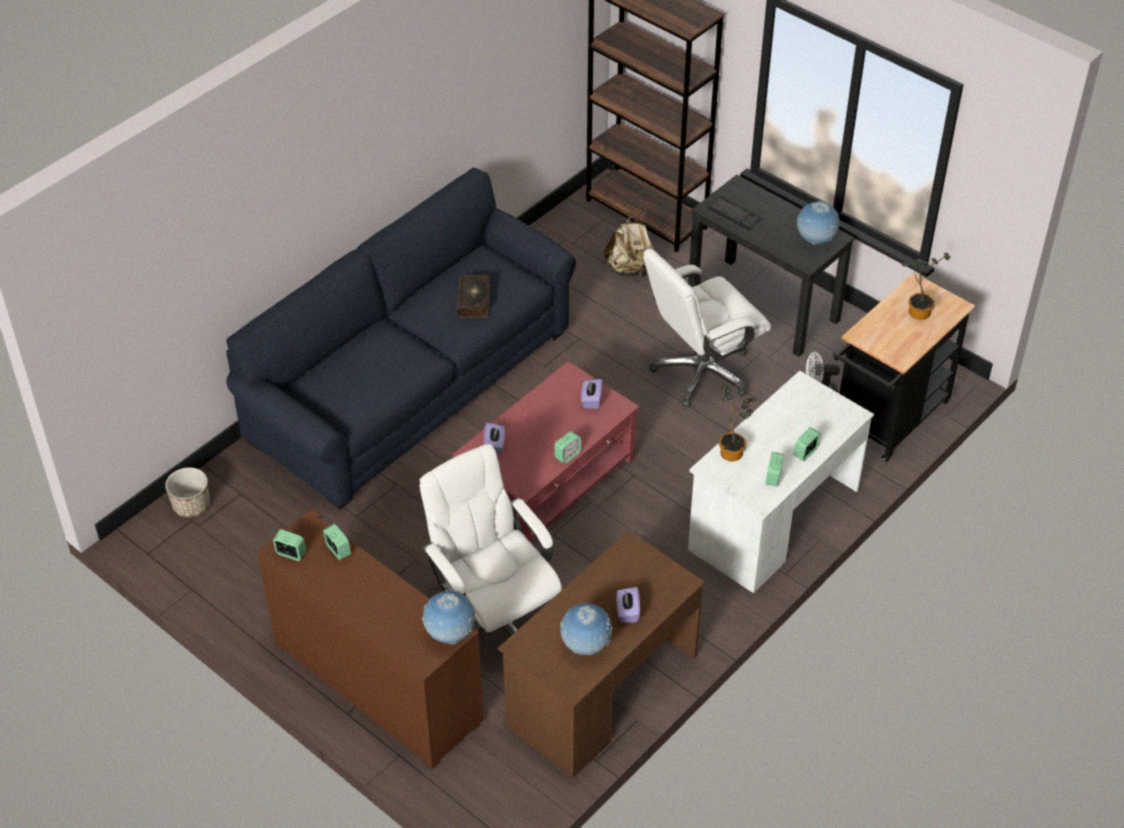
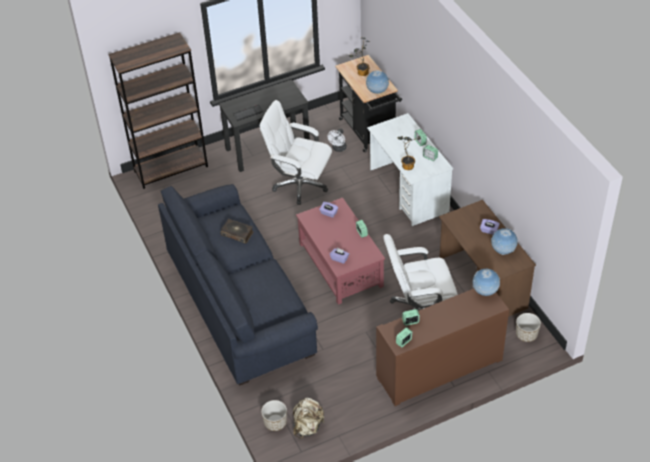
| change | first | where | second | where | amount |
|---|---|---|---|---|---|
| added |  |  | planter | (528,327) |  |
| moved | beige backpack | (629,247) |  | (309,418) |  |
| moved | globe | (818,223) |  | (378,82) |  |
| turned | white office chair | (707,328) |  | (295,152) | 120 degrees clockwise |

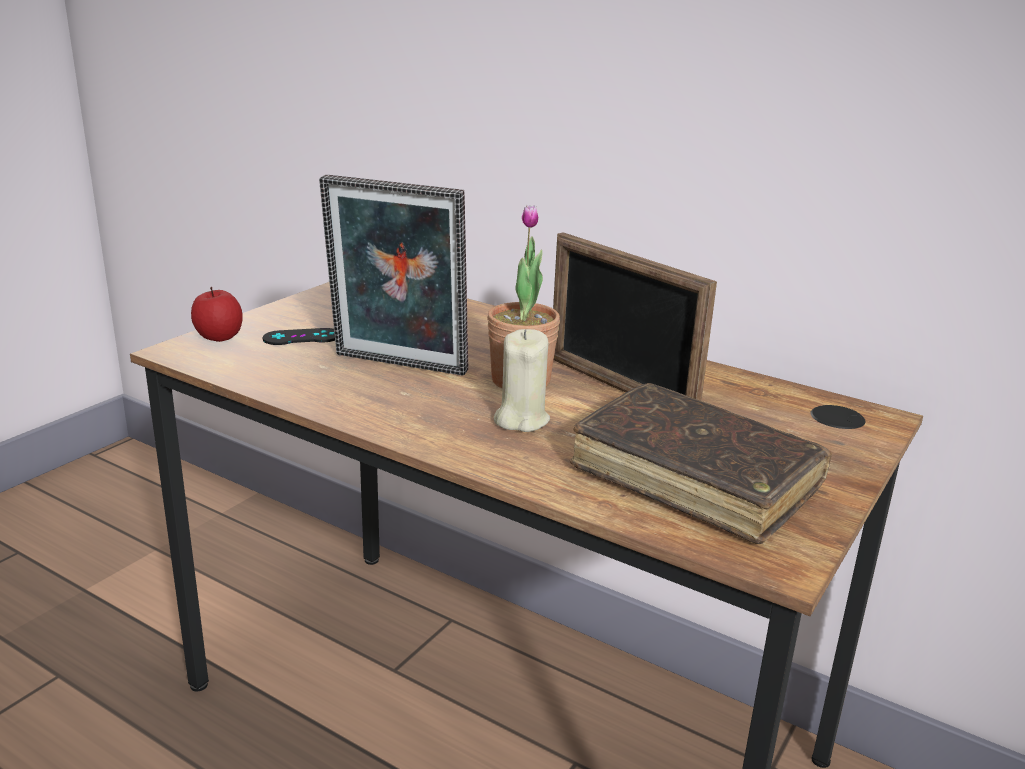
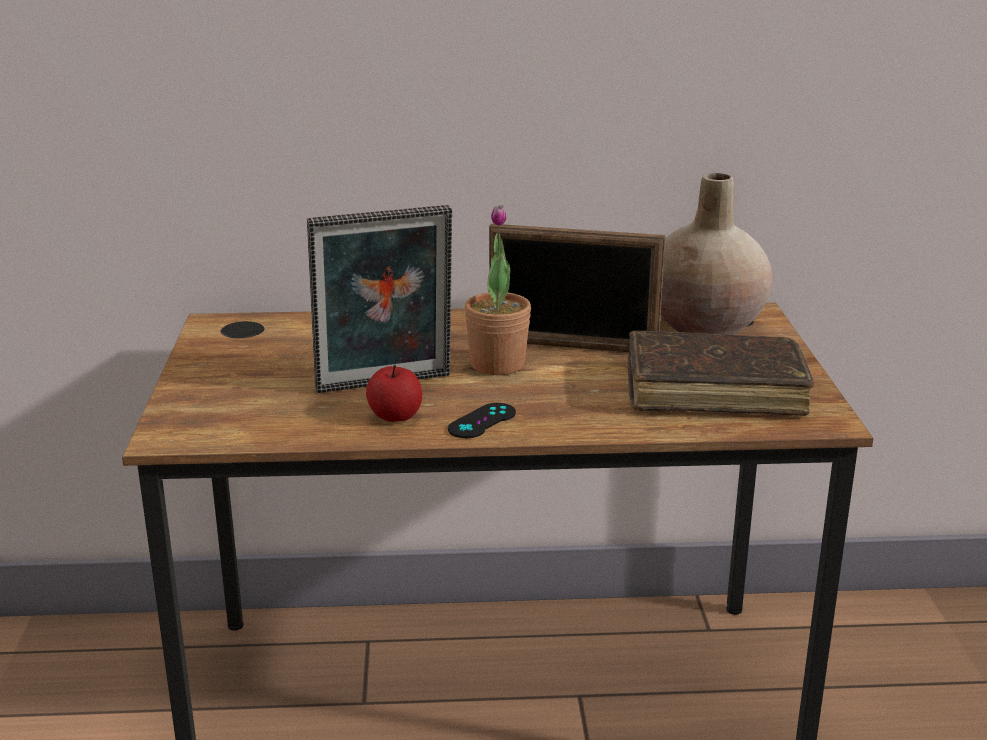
| change | first | where | second | where | amount |
|---|---|---|---|---|---|
| removed | beige candle | (522,380) |  |  |  |
| added |  |  | beige vase | (716,254) |  |
| moved | apple | (217,314) |  | (394,393) |  |
| moved | black game controller | (299,336) |  | (482,420) |  |

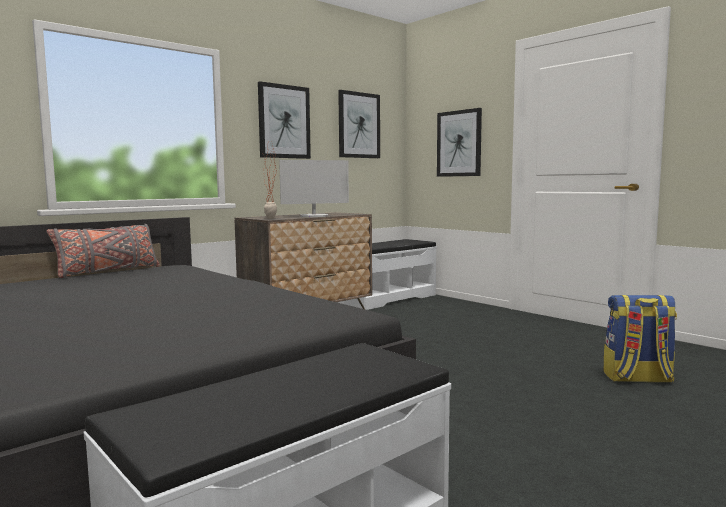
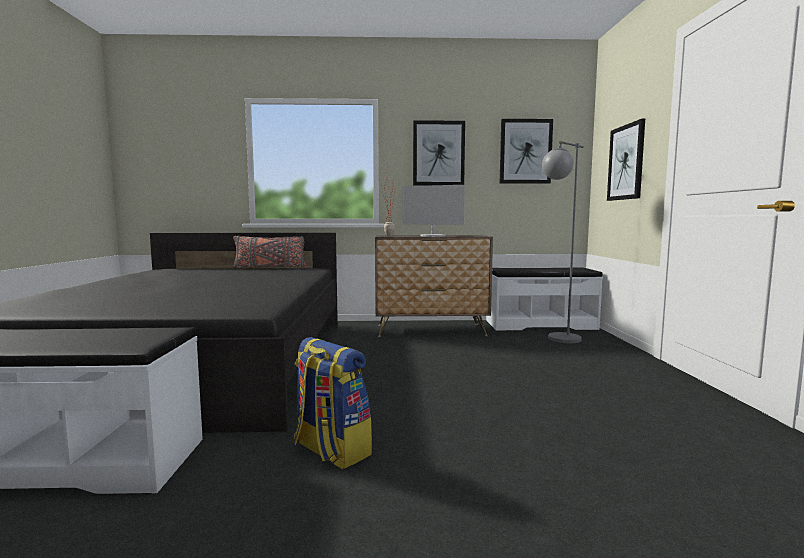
| change | first | where | second | where | amount |
|---|---|---|---|---|---|
| added |  |  | grey floor lamp | (563,242) |  |
| moved | backpack | (640,338) |  | (333,403) |  |

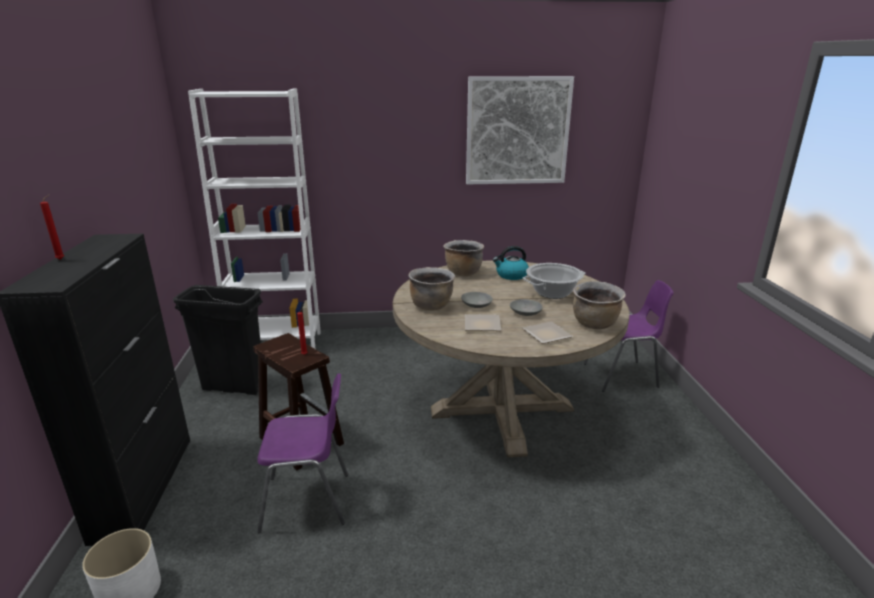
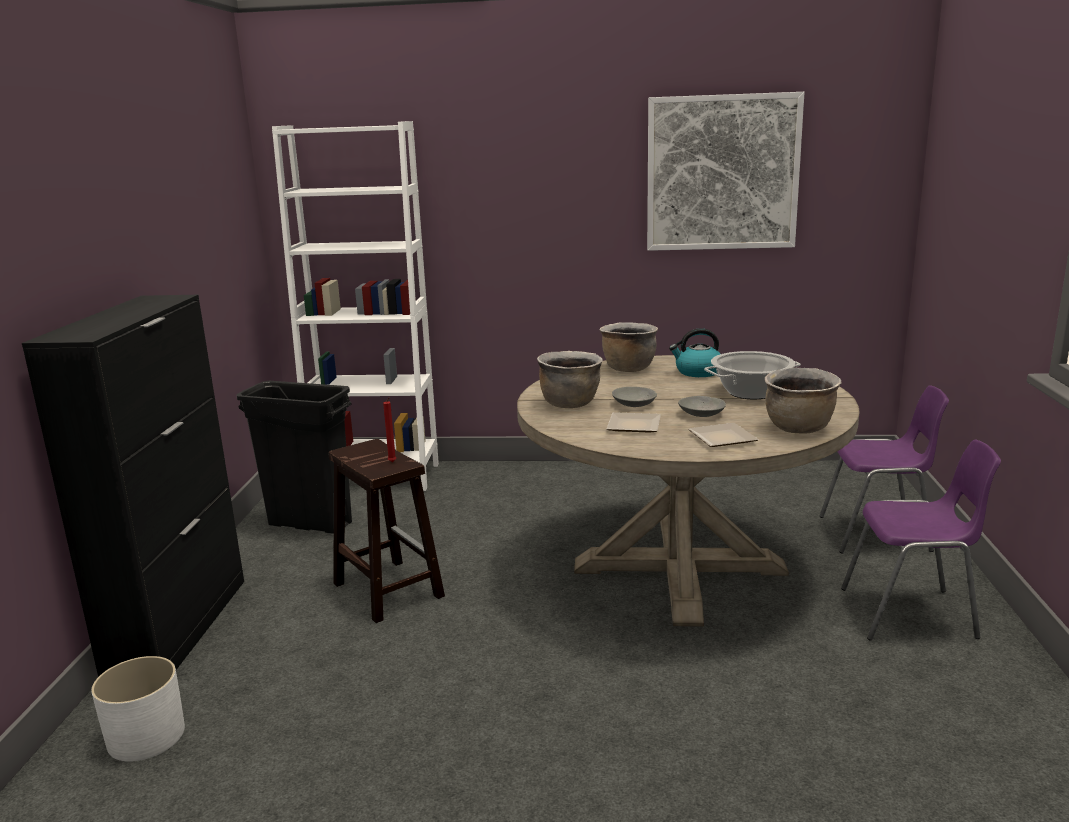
| change | first | where | second | where | amount |
|---|---|---|---|---|---|
| removed | red candle | (52,227) |  |  |  |
| moved | purple chair | (302,453) |  | (921,540) |  |

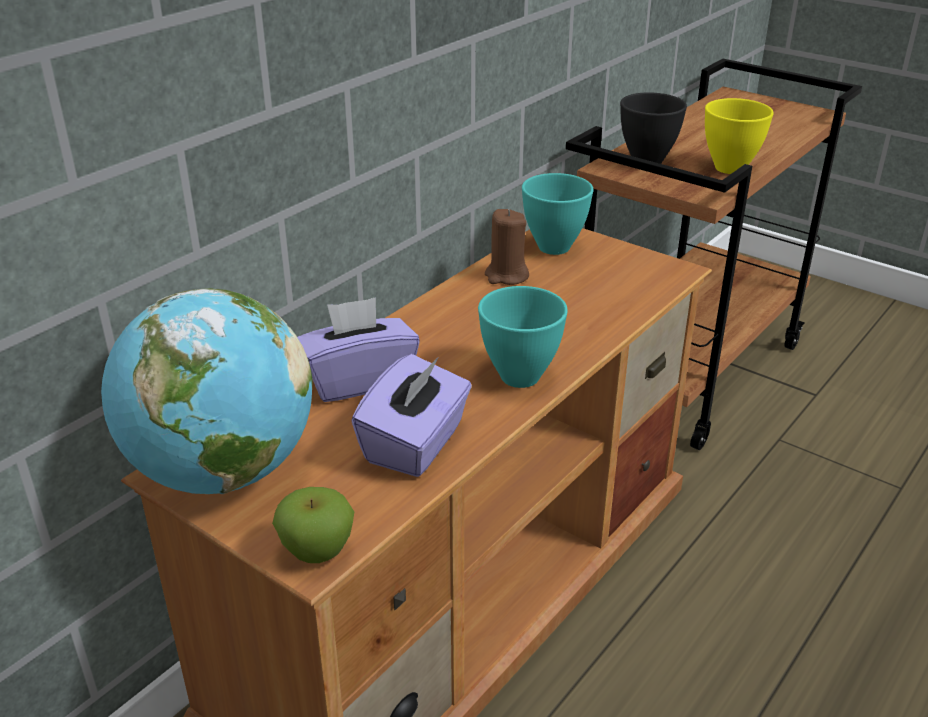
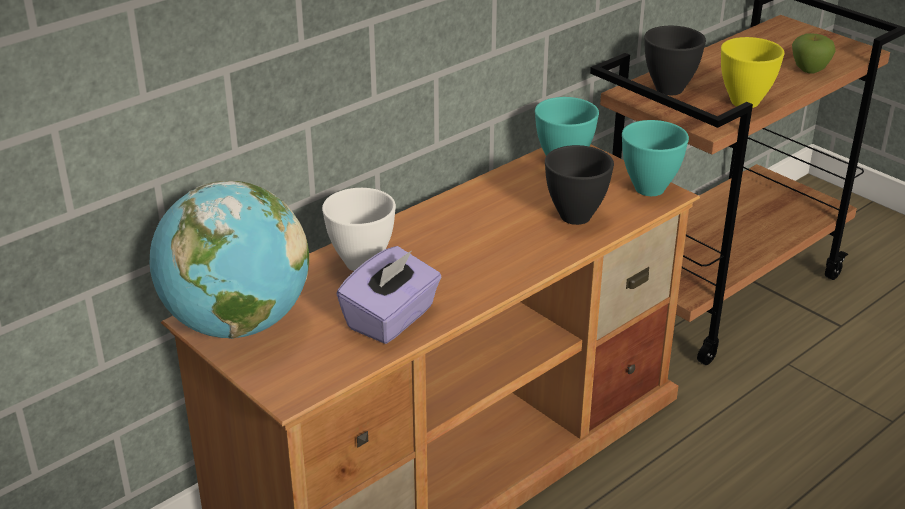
| change | first | where | second | where | amount |
|---|---|---|---|---|---|
| removed | brown candle | (507,247) |  |  |  |
| added |  |  | black bowl | (579,185) |  |
| moved | apple | (313,525) |  | (814,53) |  |
| moved | turquoise bowl | (523,337) |  | (655,158) |  |
| replaced | purple tissue box | (358,349) | white bowl | (359,229) |  |

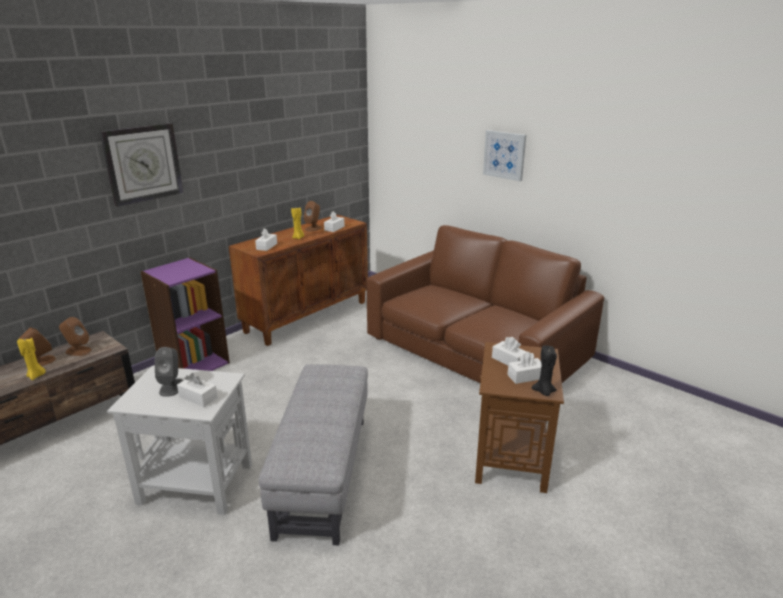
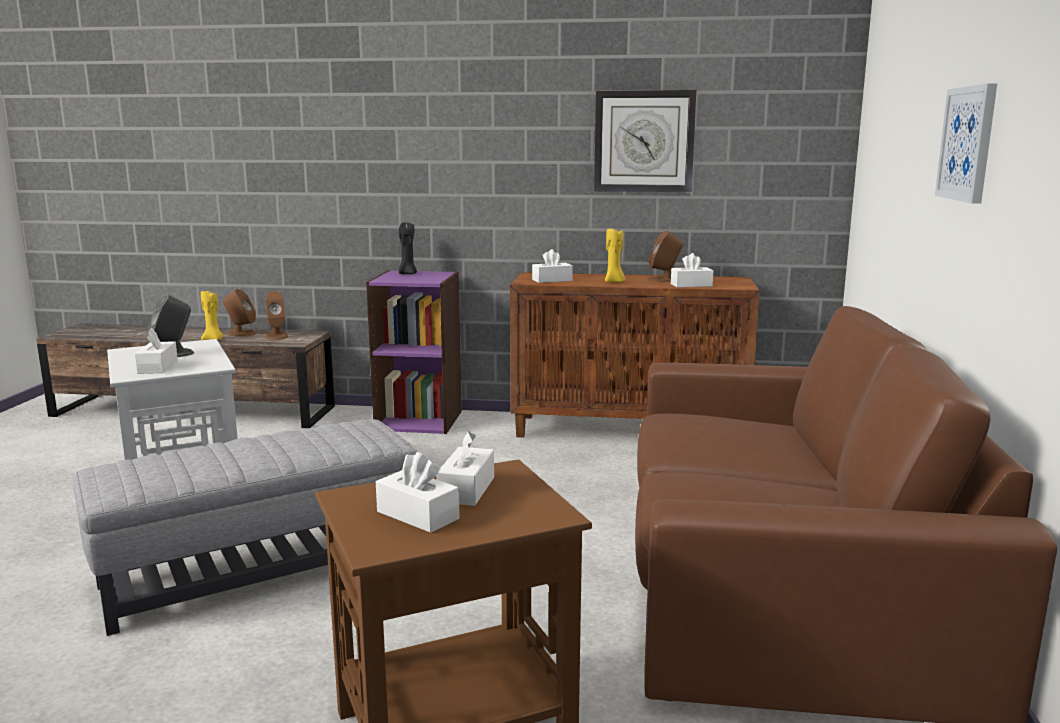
| change | first | where | second | where | amount |
|---|---|---|---|---|---|
| moved | wall clock | (141,165) |  | (645,141) |  |
| moved | black candle | (544,370) |  | (408,248) |  |

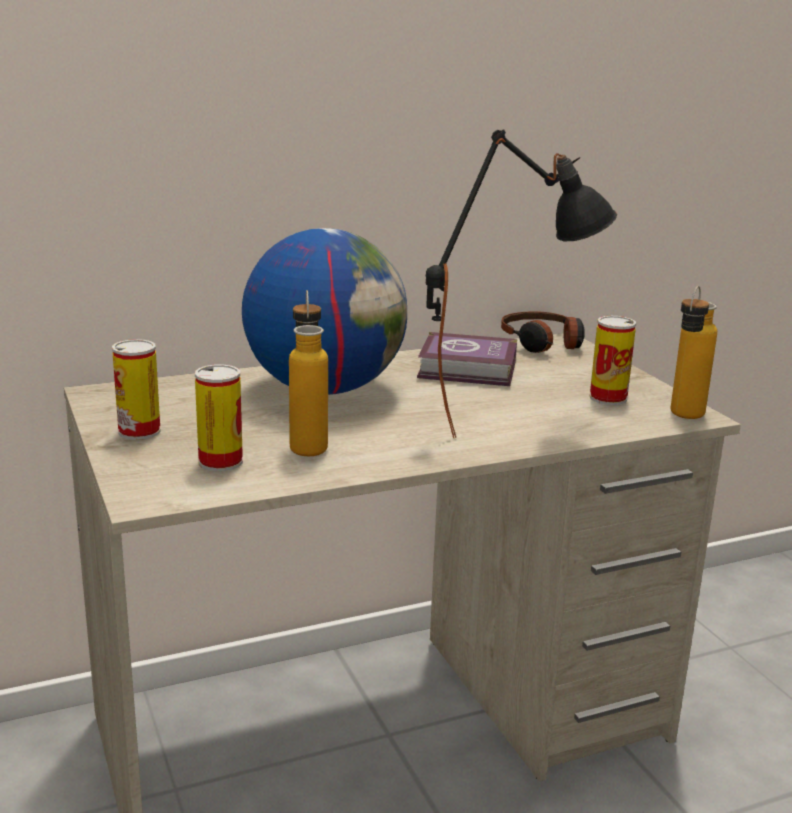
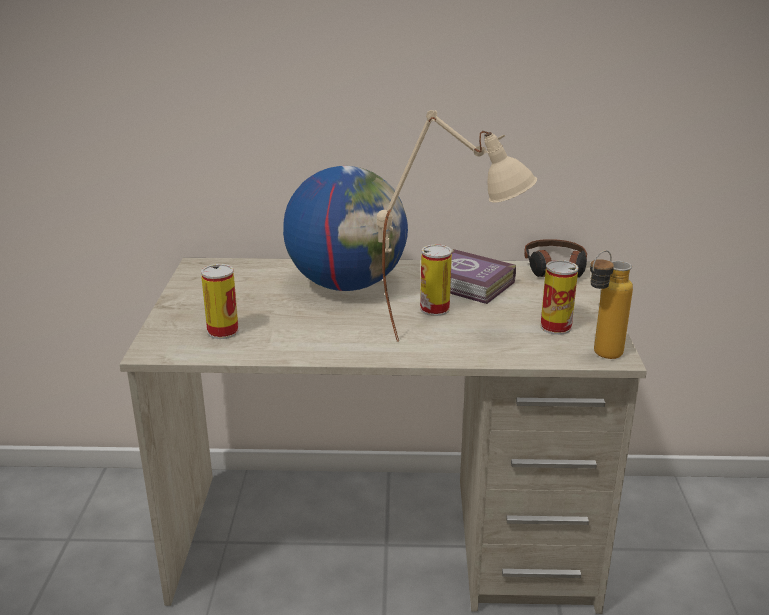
| change | first | where | second | where | amount |
|---|---|---|---|---|---|
| removed | bottle | (308,373) |  |  |  |
| moved | can | (136,389) |  | (436,280) |  |
| recoloured | black table lamp | (521,284) | beige table lamp | (456,226) |  |

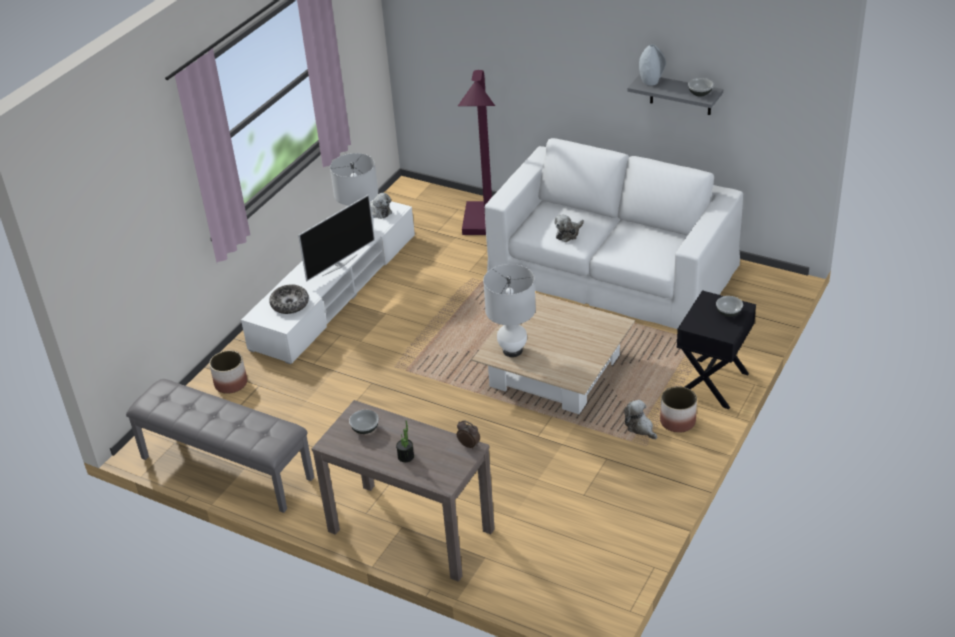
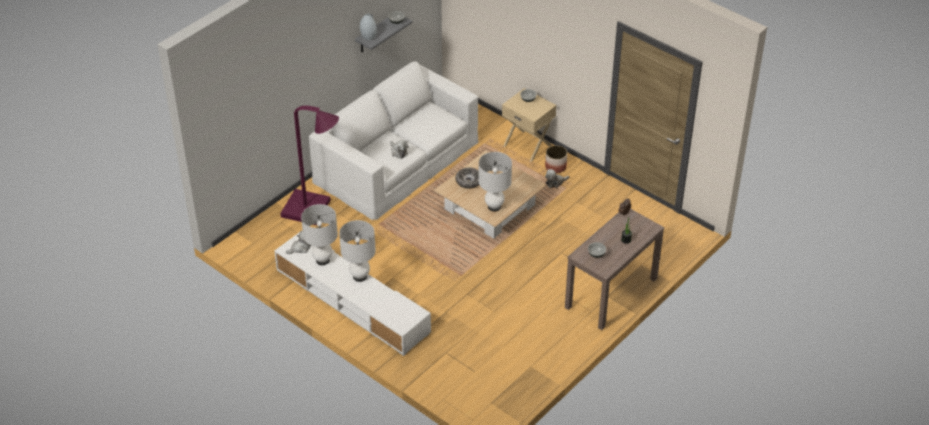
| change | first | where | second | where | amount |
|---|---|---|---|---|---|
| removed | grey bench | (220,446) |  |  |  |
| removed | planter | (228,372) |  |  |  |
| moved | bowl | (289,299) |  | (467,178) |  |
| replaced | television | (336,237) | white table lamp | (357,251) |  |
| recoloured | black nightstand | (716,349) | beige nightstand | (529,125) |  |

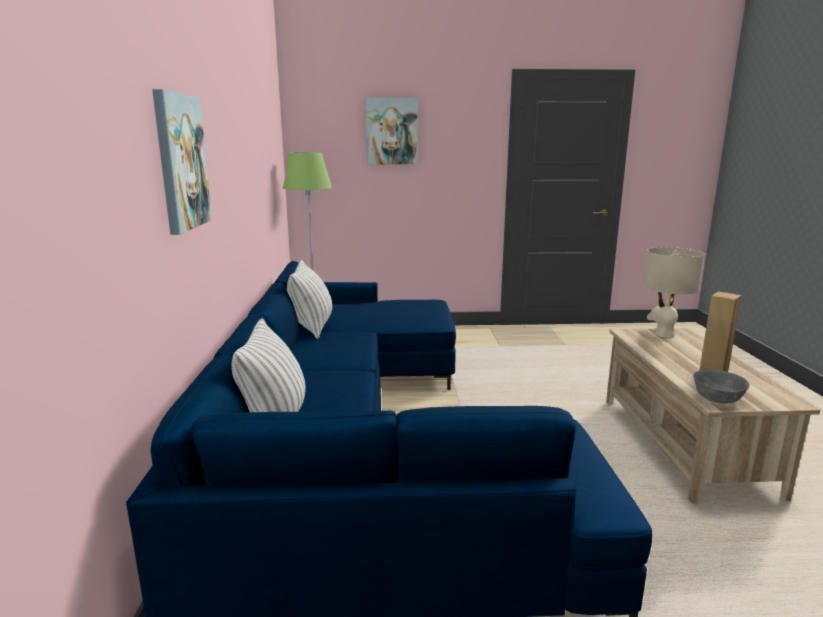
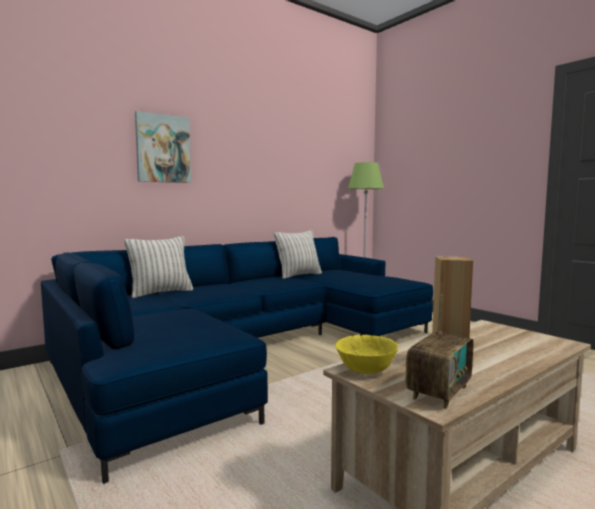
| change | first | where | second | where | amount |
|---|---|---|---|---|---|
| removed | picture | (392,131) |  |  |  |
| removed | beige table lamp | (674,292) |  |  |  |
| added |  |  | radio | (439,351) |  |
| recoloured | grey bowl | (721,386) | yellow bowl | (366,354) |  |

